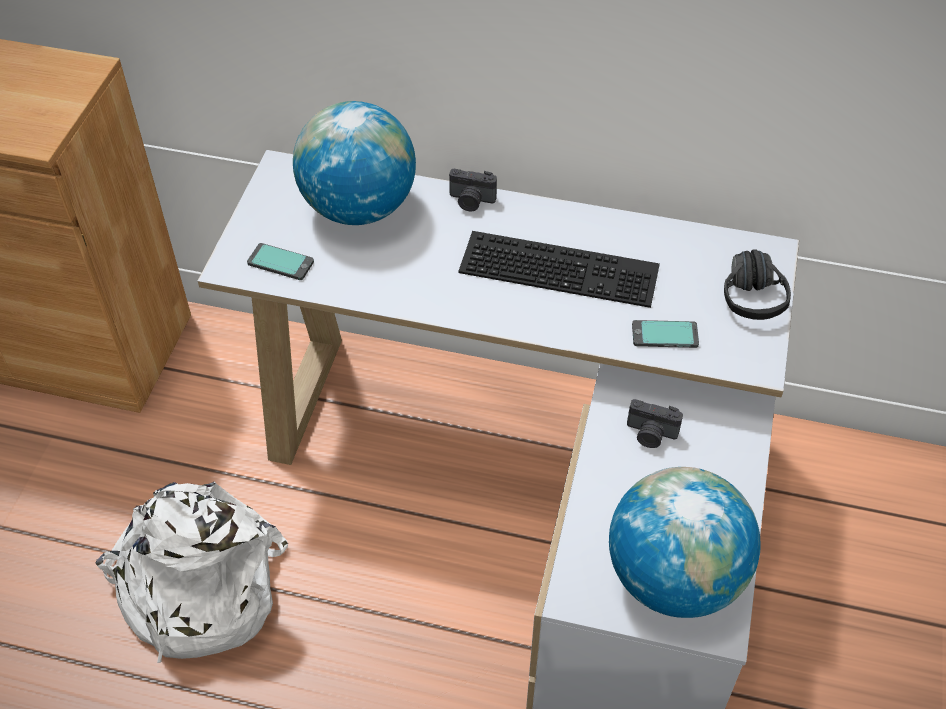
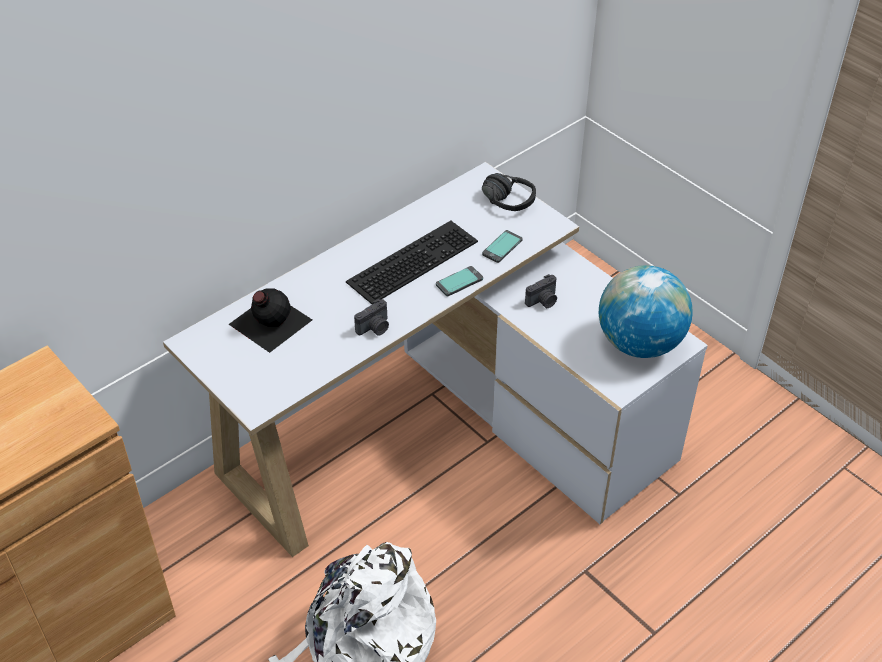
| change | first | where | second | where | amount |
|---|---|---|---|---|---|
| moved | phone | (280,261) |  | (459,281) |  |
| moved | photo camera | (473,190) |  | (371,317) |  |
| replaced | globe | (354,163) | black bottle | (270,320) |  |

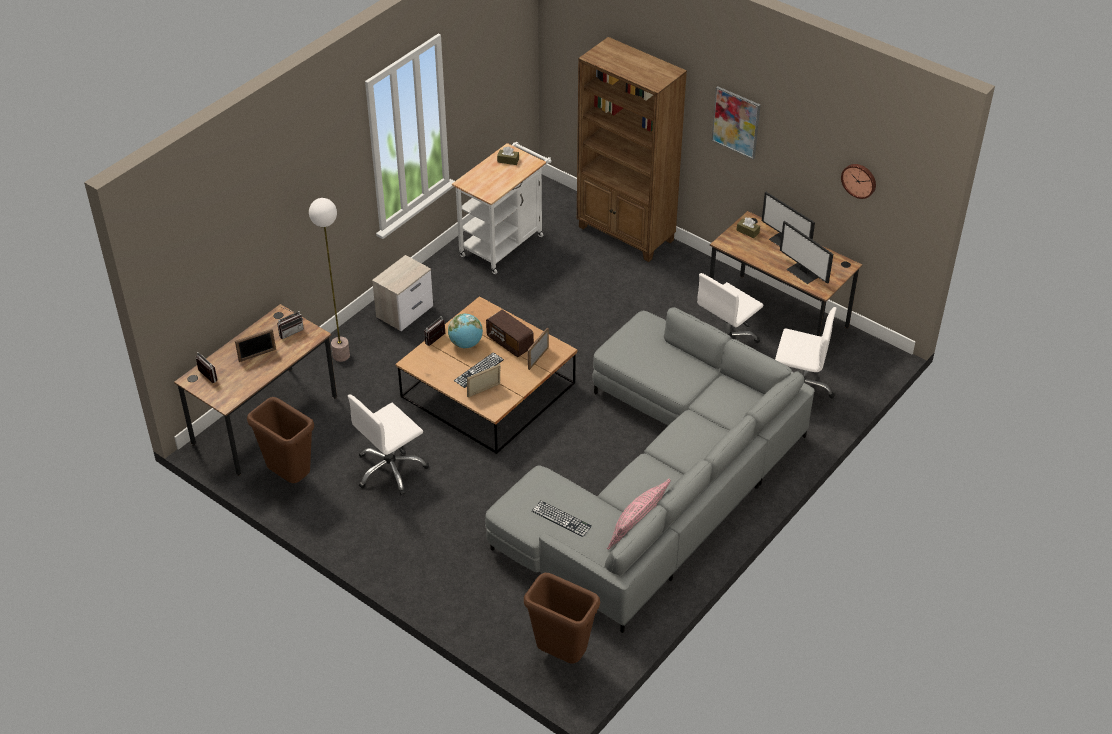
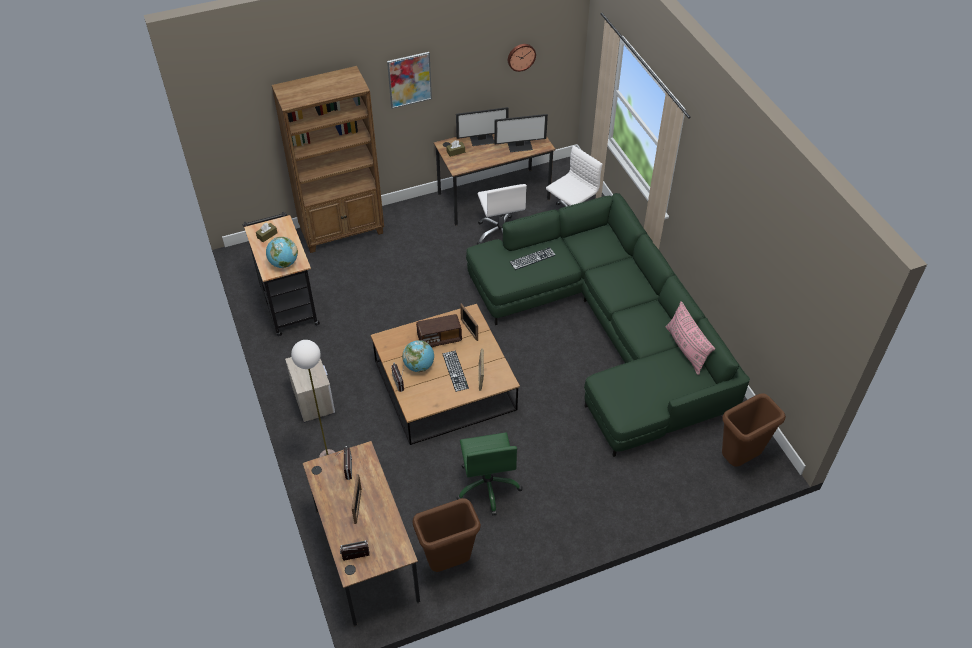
| change | first | where | second | where | amount |
|---|---|---|---|---|---|
| added |  |  | globe | (282,252) |  |
| moved | keyboard | (562,519) |  | (532,258) |  |
| recoloured | white office chair | (388,444) | green office chair | (489,474) |  |
| recoloured | white cart | (502,207) | black cart | (281,274) |  |
| recoloured | grey sofa | (650,470) | green sofa | (608,325) |  |

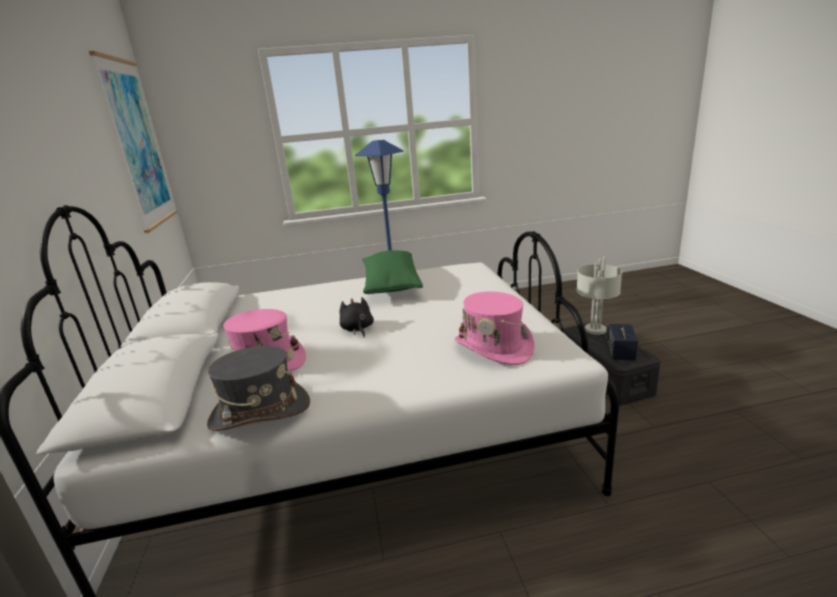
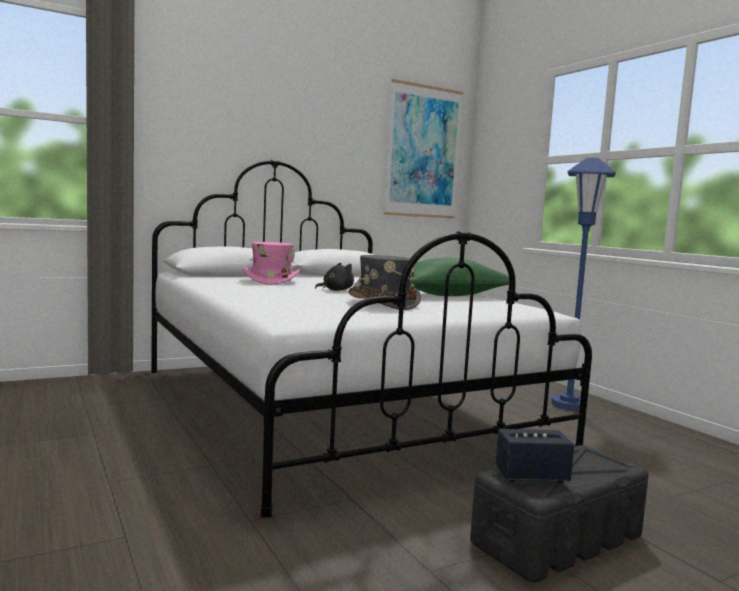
| change | first | where | second | where | amount |
|---|---|---|---|---|---|
| removed | pink hat | (495,328) |  |  |  |
| removed | grey table lamp | (599,296) |  |  |  |
| moved | grey hat | (258,388) |  | (384,282) |  |

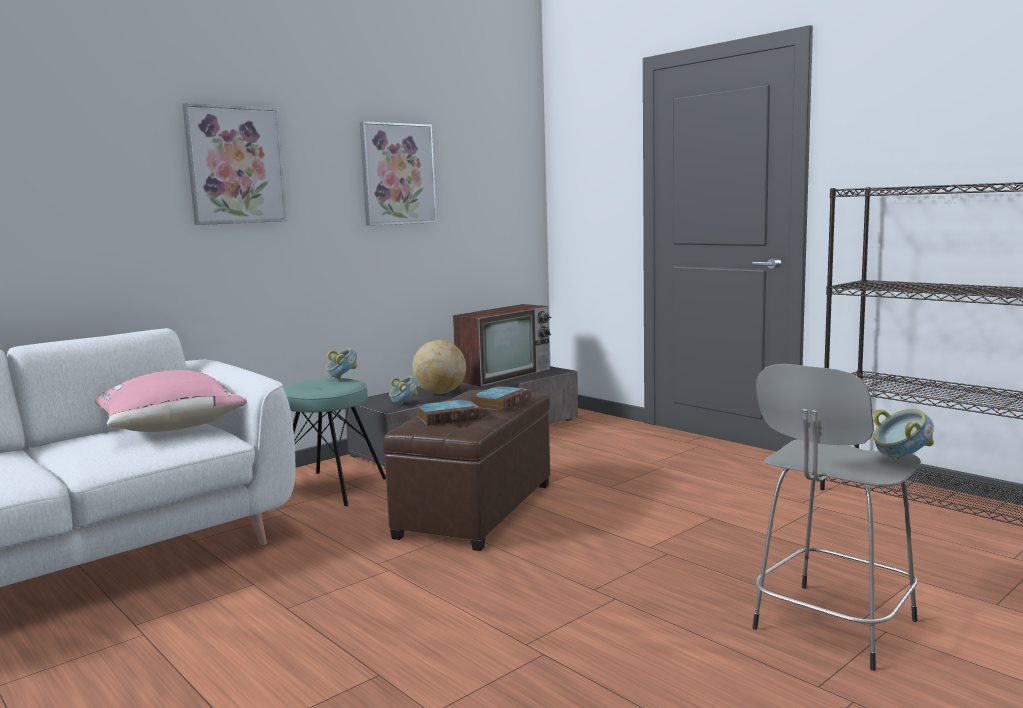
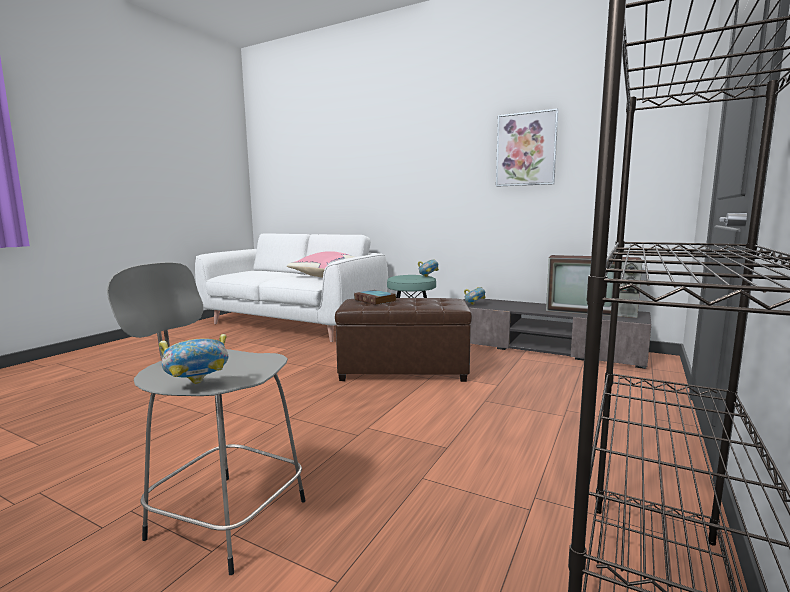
| change | first | where | second | where | amount |
|---|---|---|---|---|---|
| removed | picture | (235,164) |  |  |  |
| removed | globe | (439,367) |  |  |  |
| removed | book | (500,398) |  |  |  |

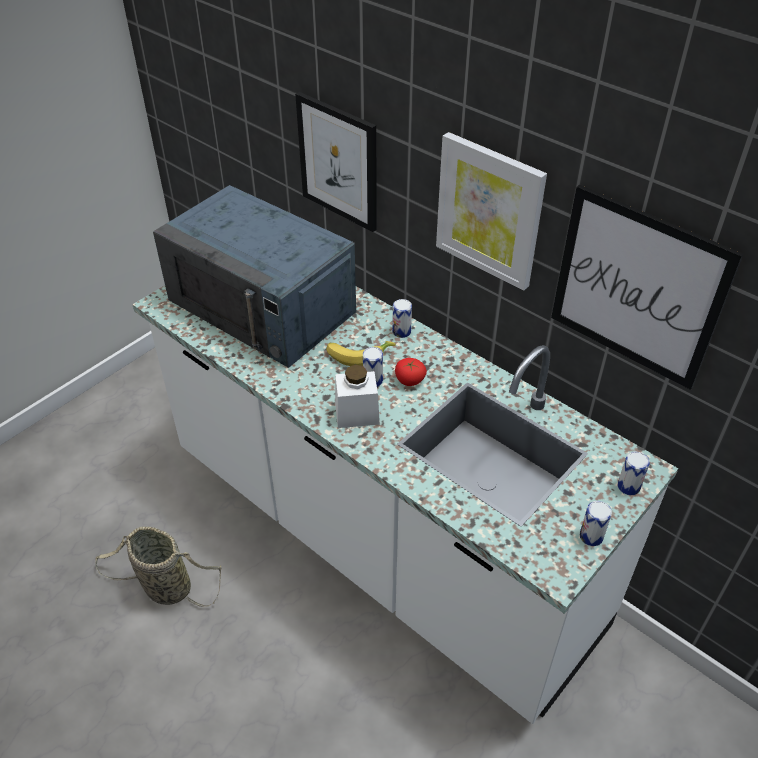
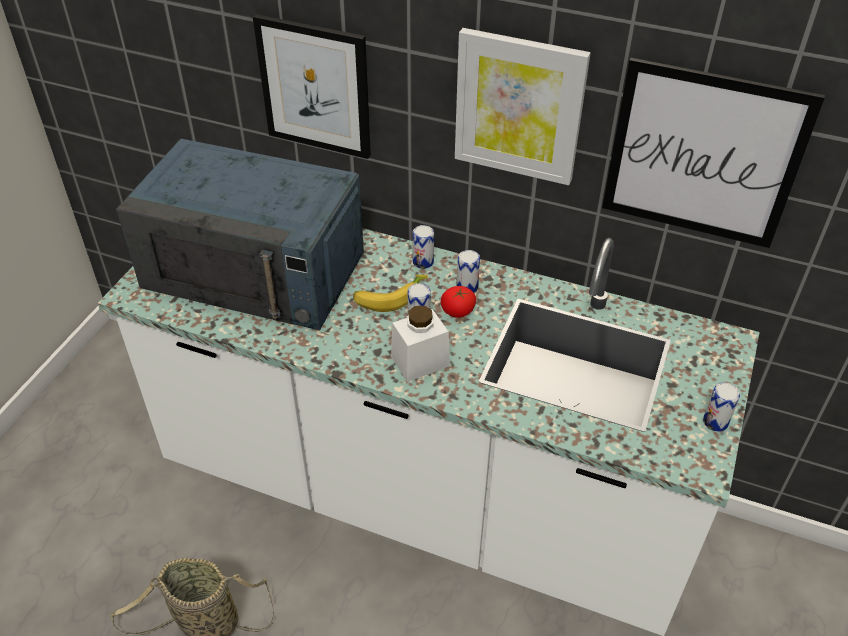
| change | first | where | second | where | amount |
|---|---|---|---|---|---|
| moved | can | (634,473) |  | (468,271) |  |

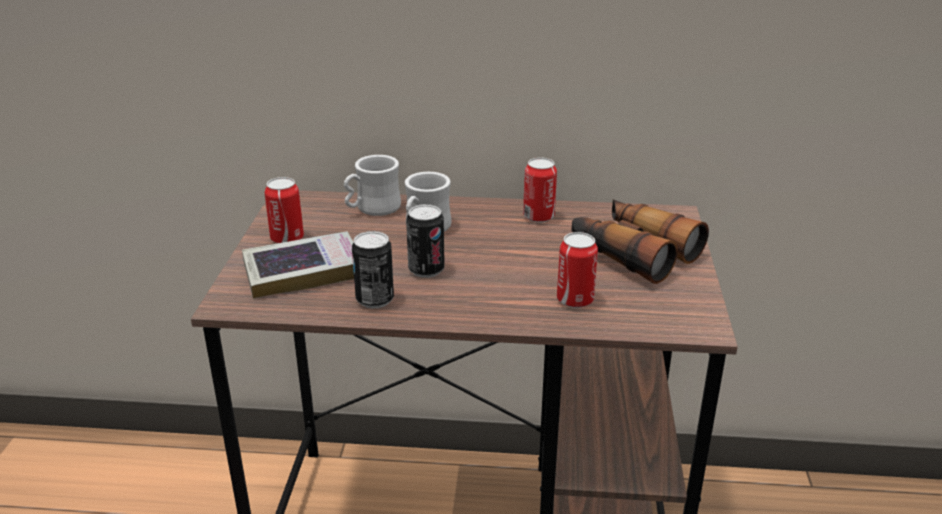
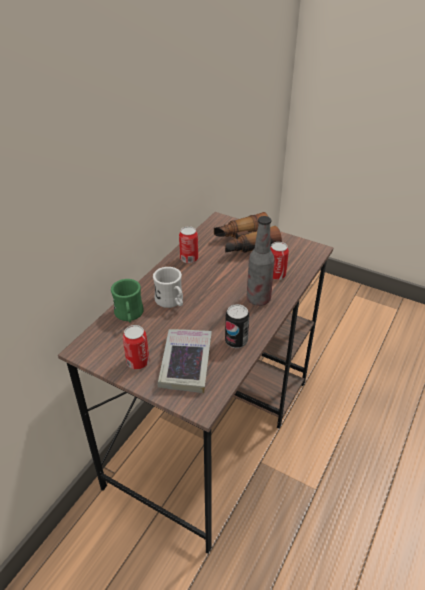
| change | first | where | second | where | amount |
|---|---|---|---|---|---|
| removed | can | (425,241) |  |  |  |
| added |  |  | bottle | (261,261) |  |
| recoloured | white mug | (372,185) | green mug | (127,300) |  |

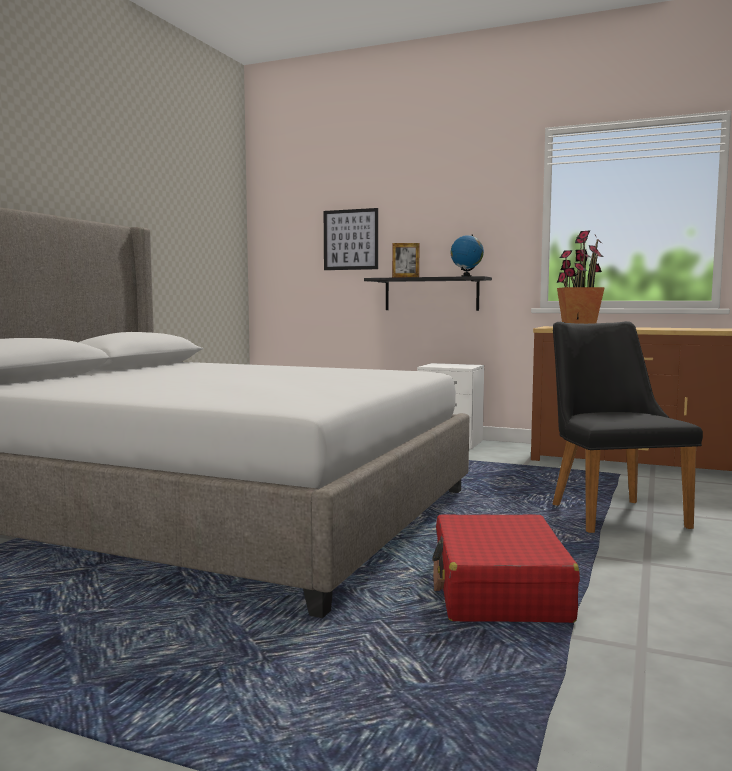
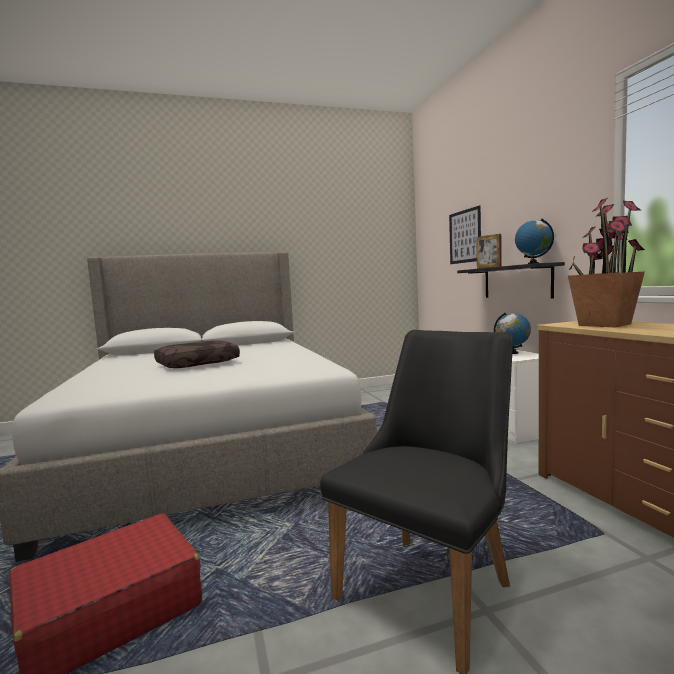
| change | first | where | second | where | amount |
|---|---|---|---|---|---|
| added |  |  | brown pillow | (197,354) |  |
| added |  |  | globe | (512,333) |  |

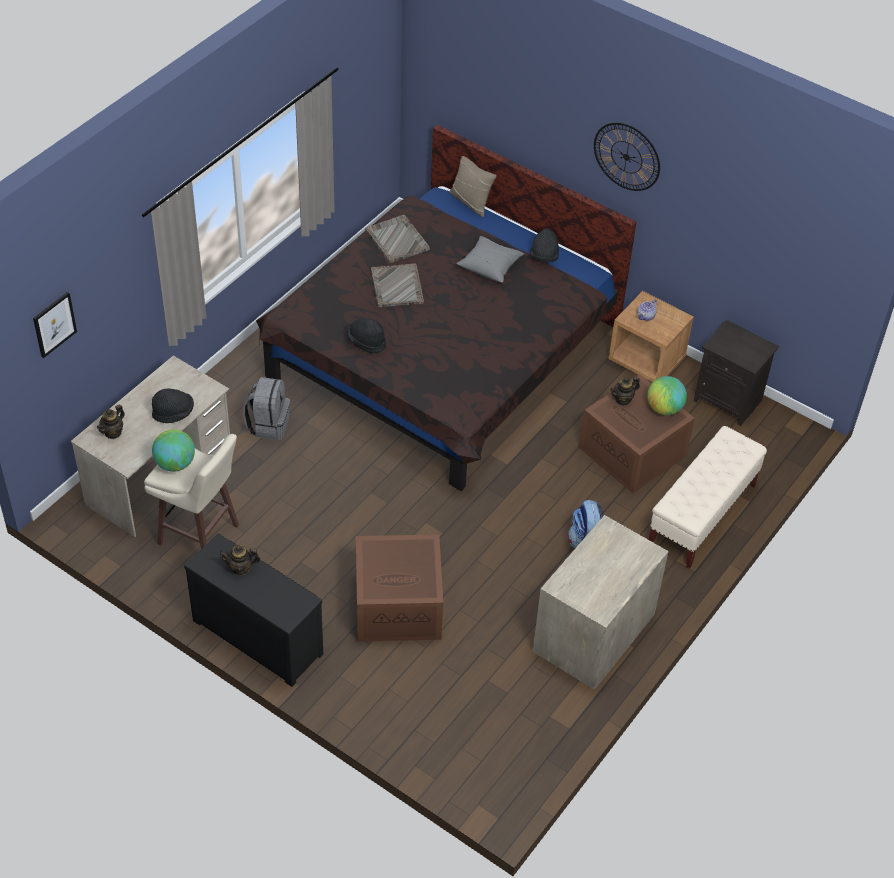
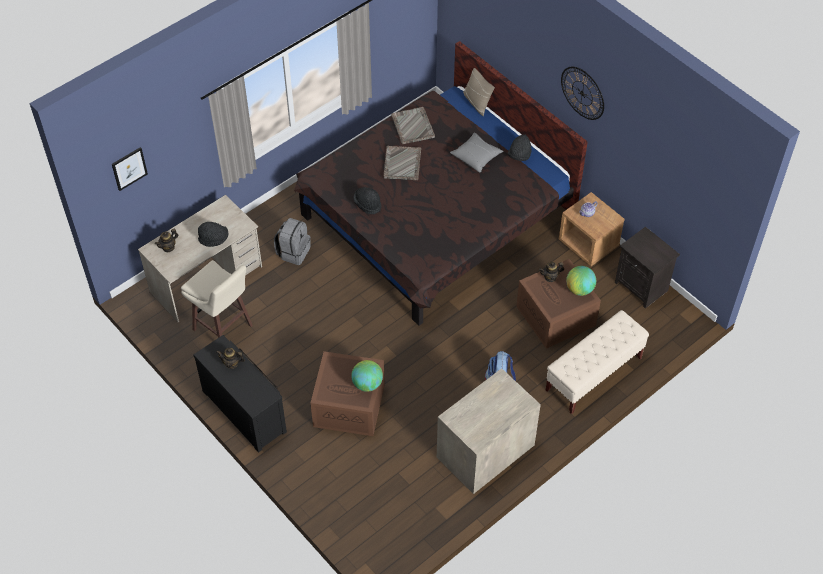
| change | first | where | second | where | amount |
|---|---|---|---|---|---|
| moved | globe | (173,450) |  | (367,376) |  |

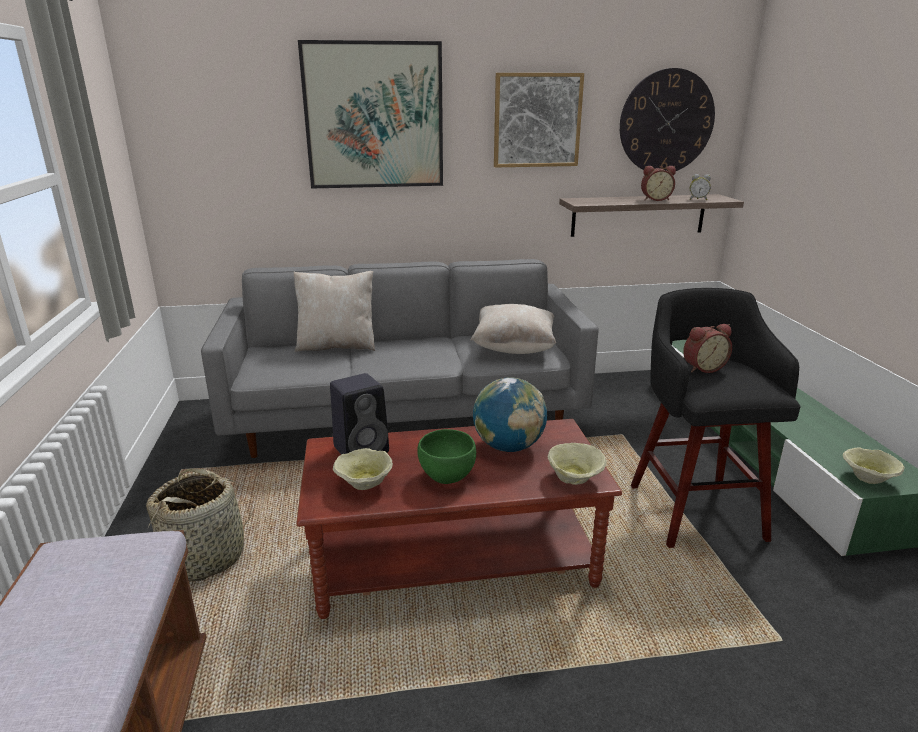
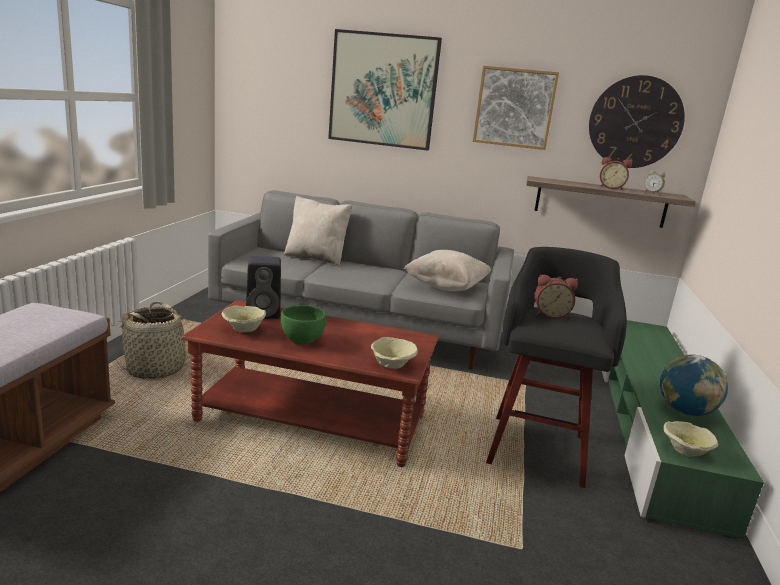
| change | first | where | second | where | amount |
|---|---|---|---|---|---|
| moved | globe | (510,414) |  | (694,385) |  |

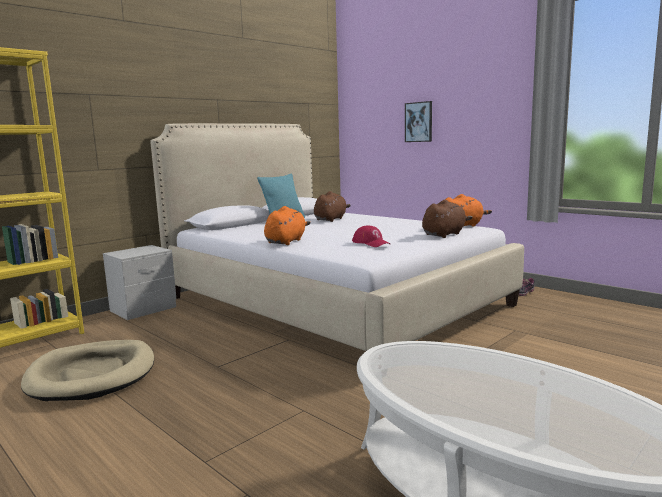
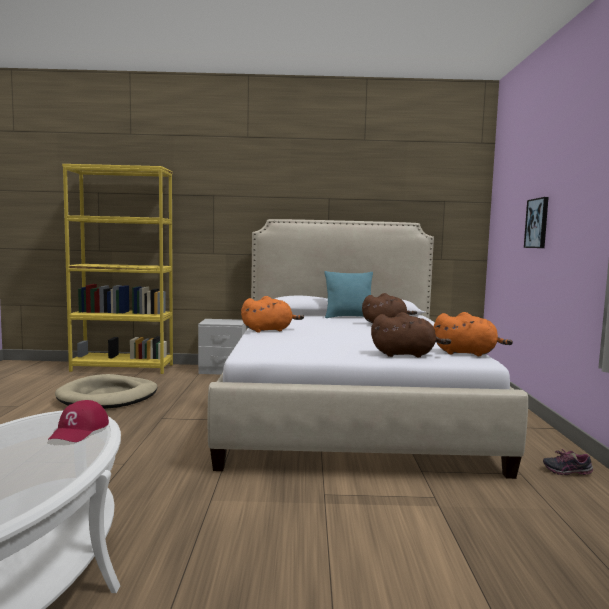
| change | first | where | second | where | amount |
|---|---|---|---|---|---|
| moved | red cap | (371,236) |  | (78,421) |  |

